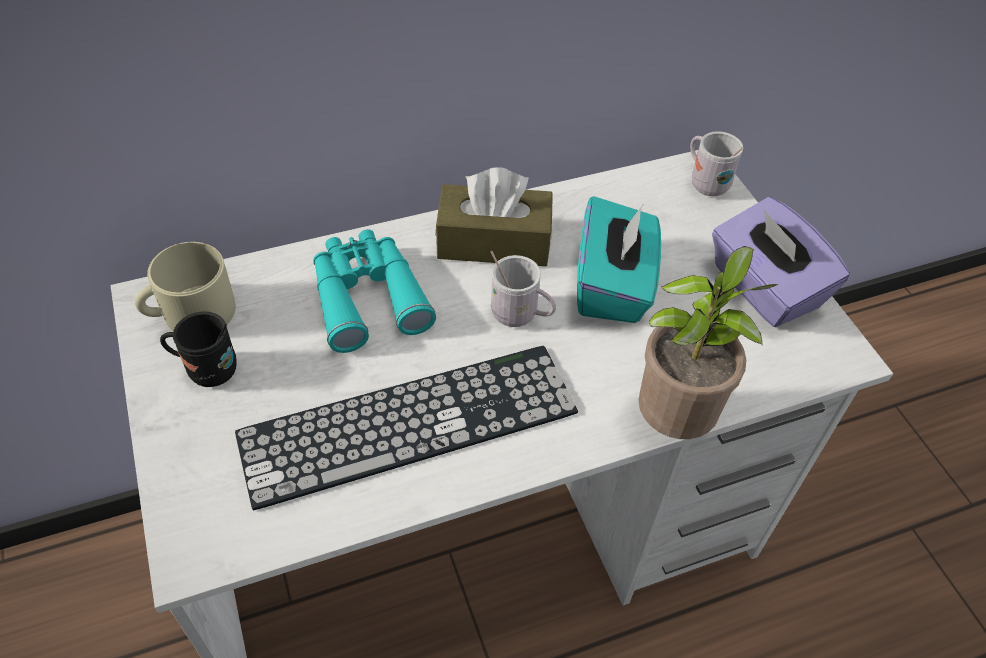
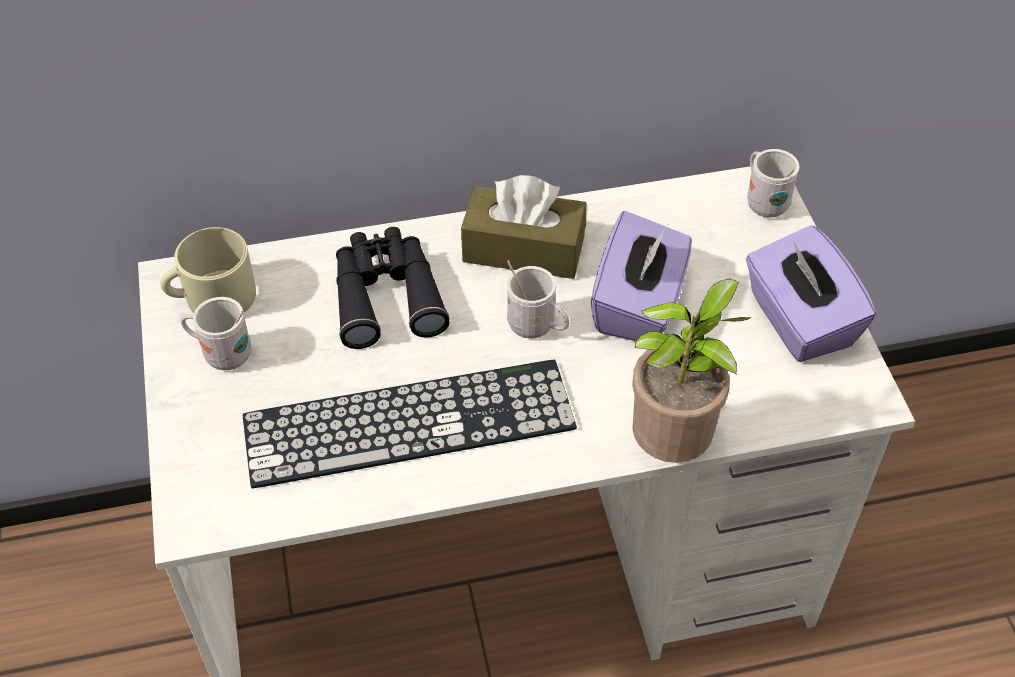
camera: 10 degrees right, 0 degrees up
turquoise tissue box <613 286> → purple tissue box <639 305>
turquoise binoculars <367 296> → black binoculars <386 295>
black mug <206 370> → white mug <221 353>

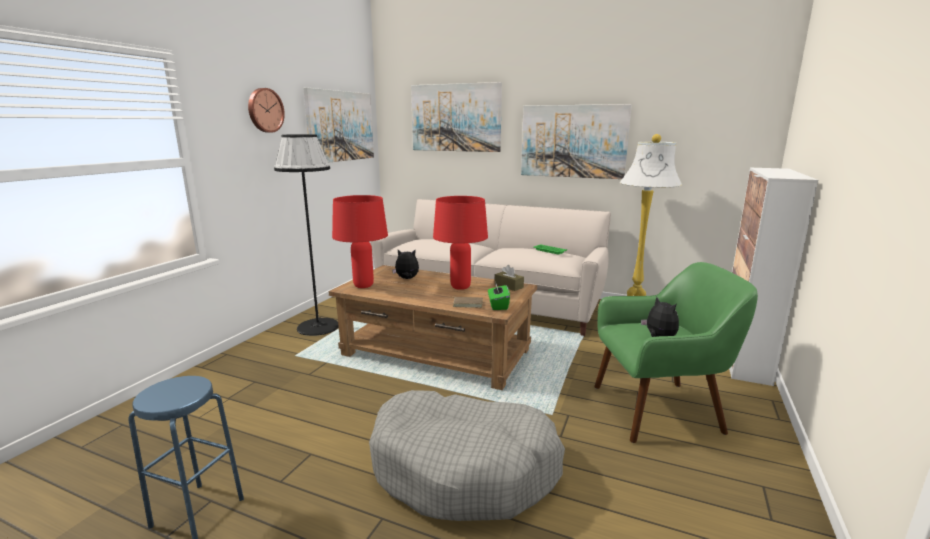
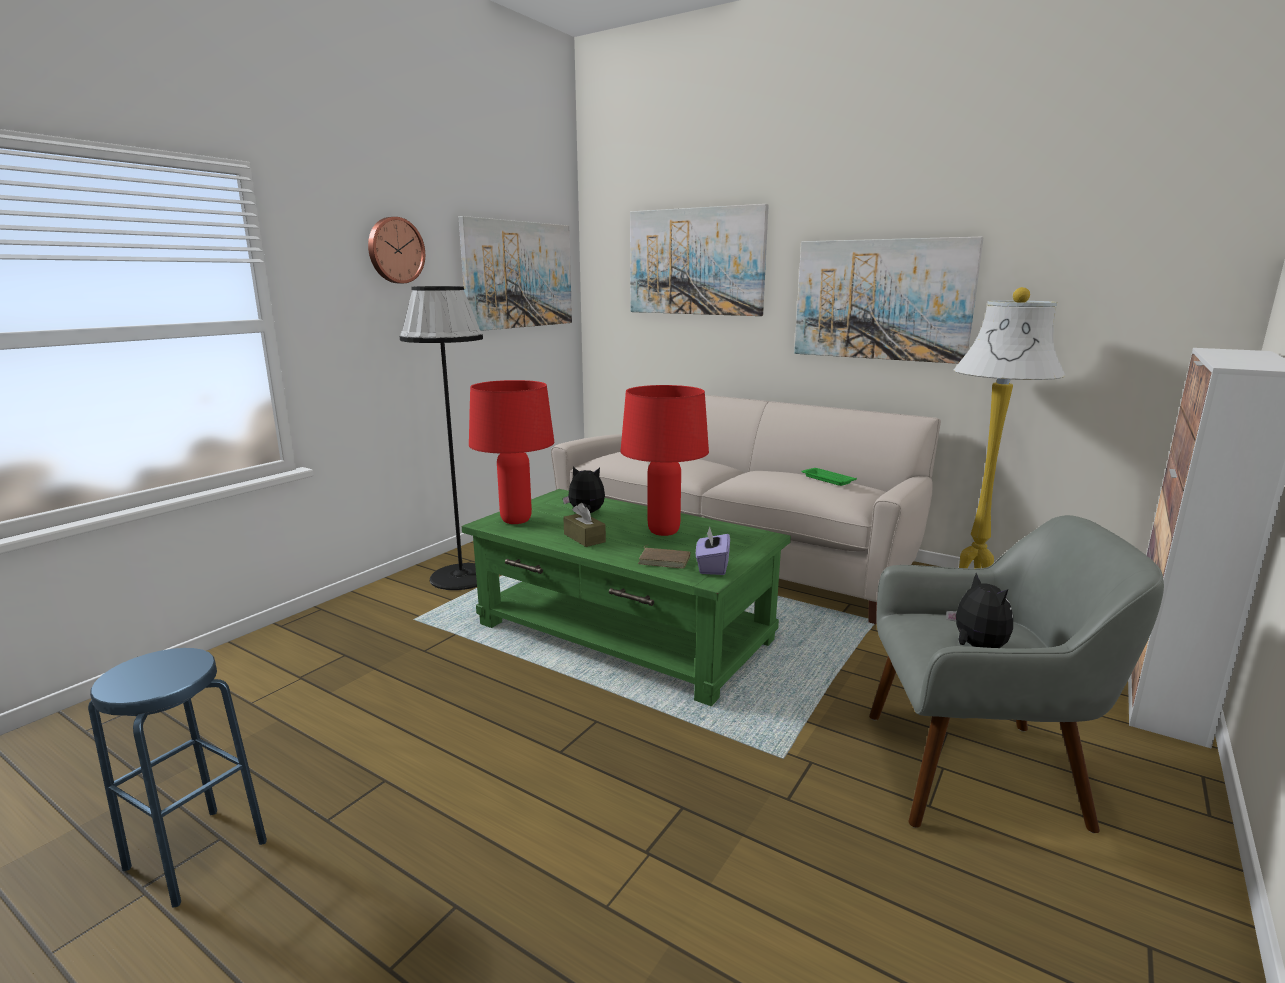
camera: 10 degrees right, 0 degrees up
green armchair <658 410> → grey armchair <976 771>
brown coffee table <436 352> → green coffee table <625 632>
brown tissue box <509 286> → brown tissue box <584 538>, move
green tissue box <498 305> → purple tissue box <712 567>
grey dog bed <464 468> → -

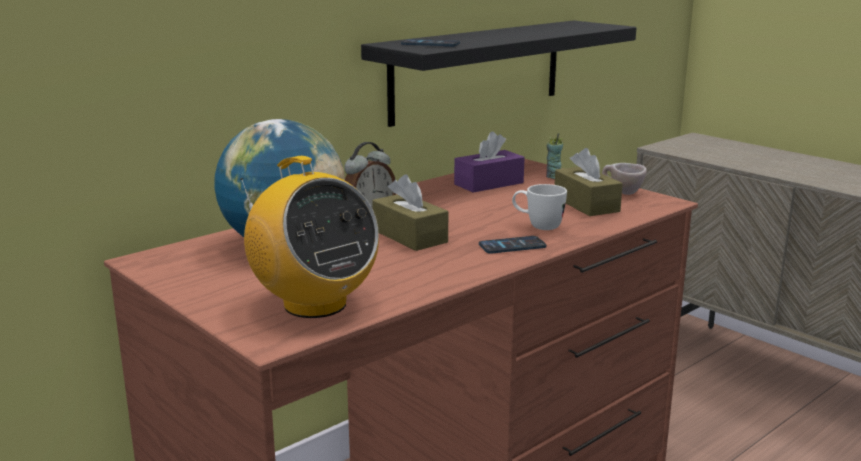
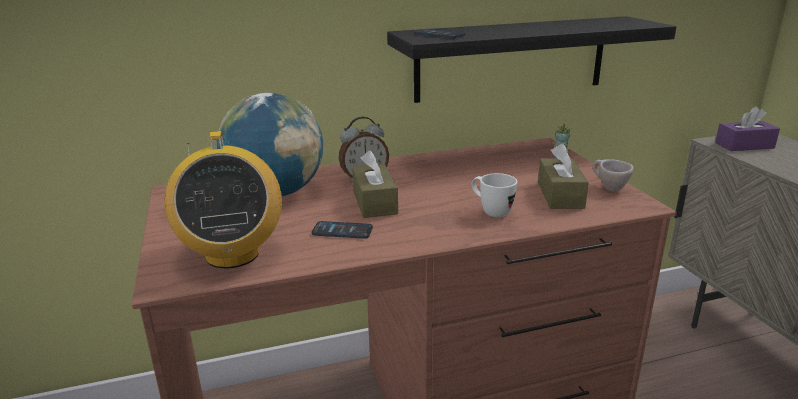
camera: 25 degrees right, 5 degrees up
purple tissue box <489 183> → purple tissue box <744 145>, move
phone <512 246> → phone <342 231>, move

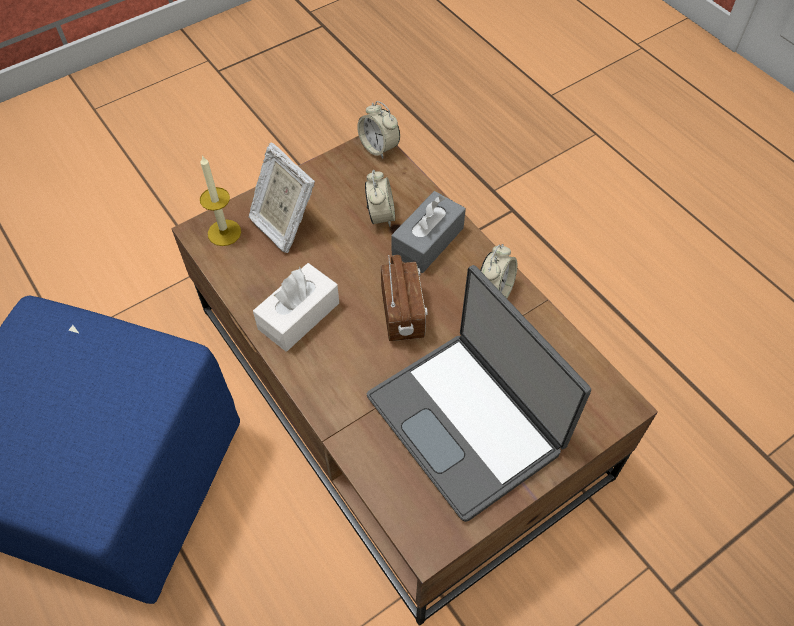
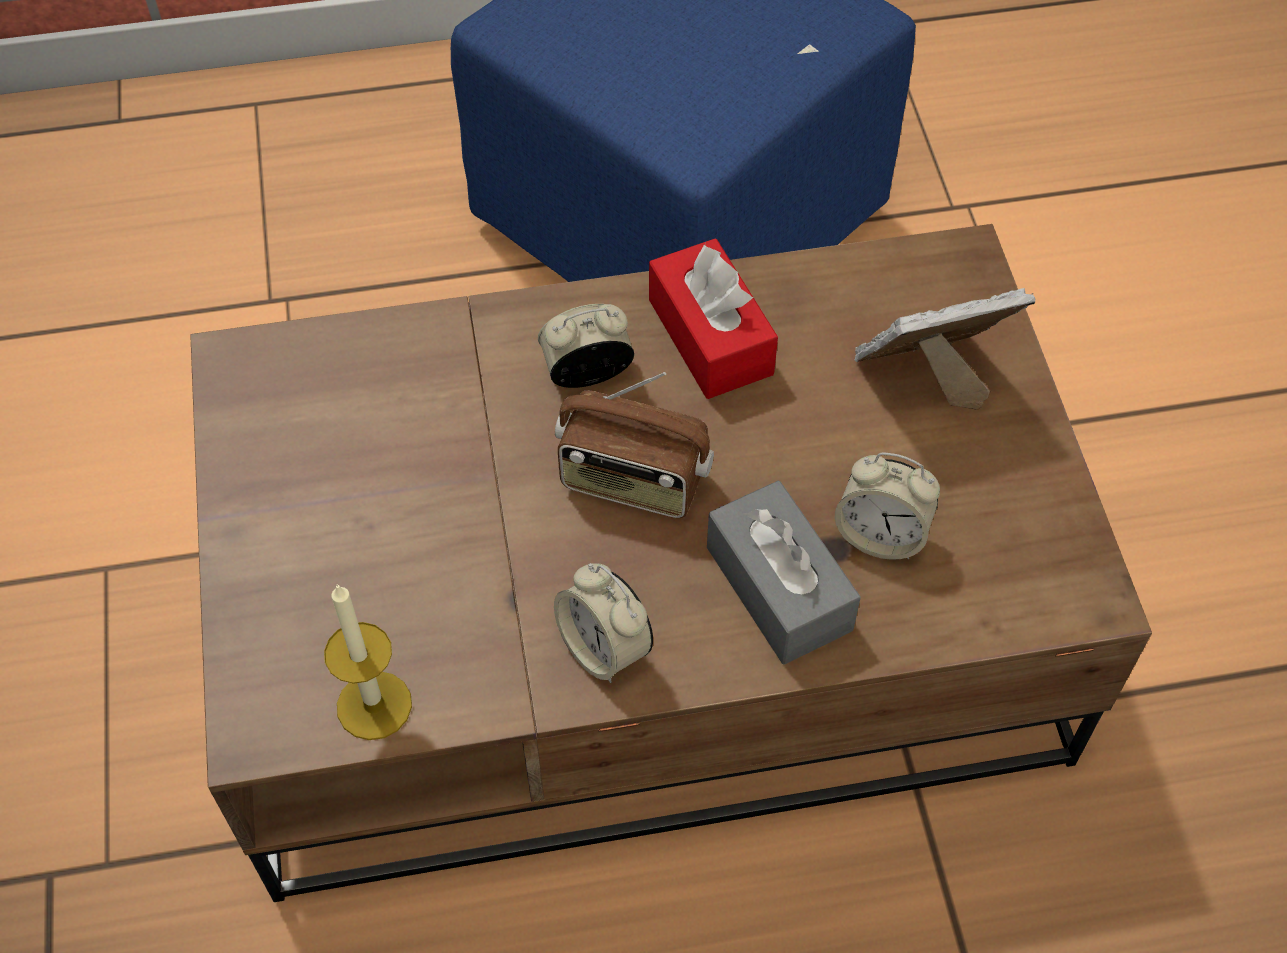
camera: 115 degrees right, 0 degrees up
alarm clock <379 147> → alarm clock <587 374>, move
candle <224 232> → candle <374 705>, move
white tissue box <299 316> → red tissue box <710 337>
laptop <467 422> → -

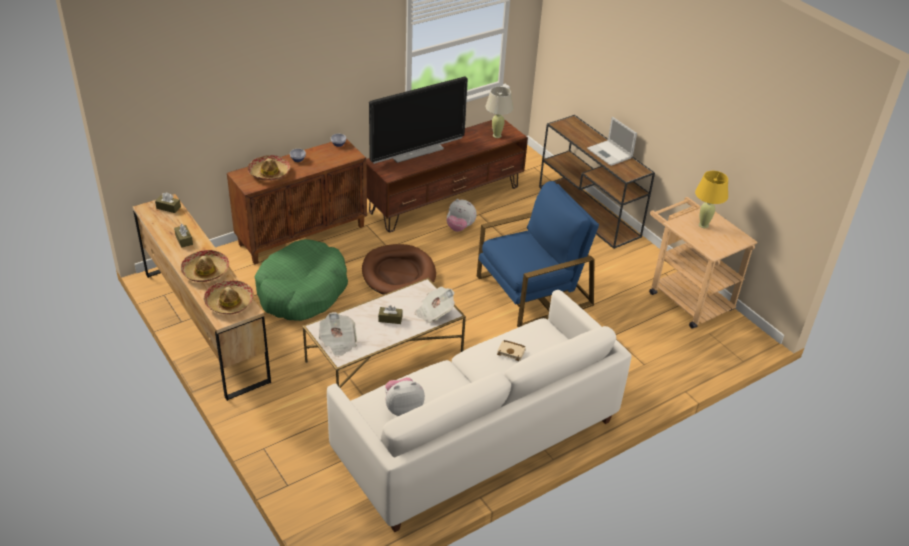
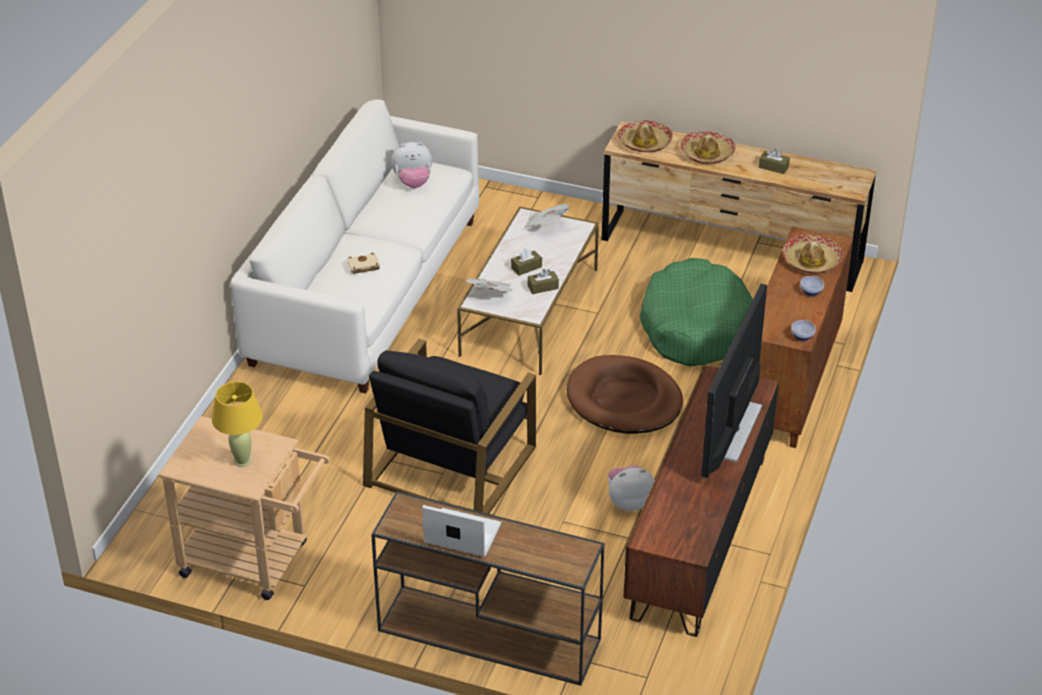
camera: 145 degrees right, 0 degrees up
beige table lamp <497 135> → -
blue armchair <533 291> → black armchair <450 464>
brown tissue box <168 207> → brown tissue box <543 287>, move
plush toy <403 408> → plush toy <413 183>, 45 degrees clockwise

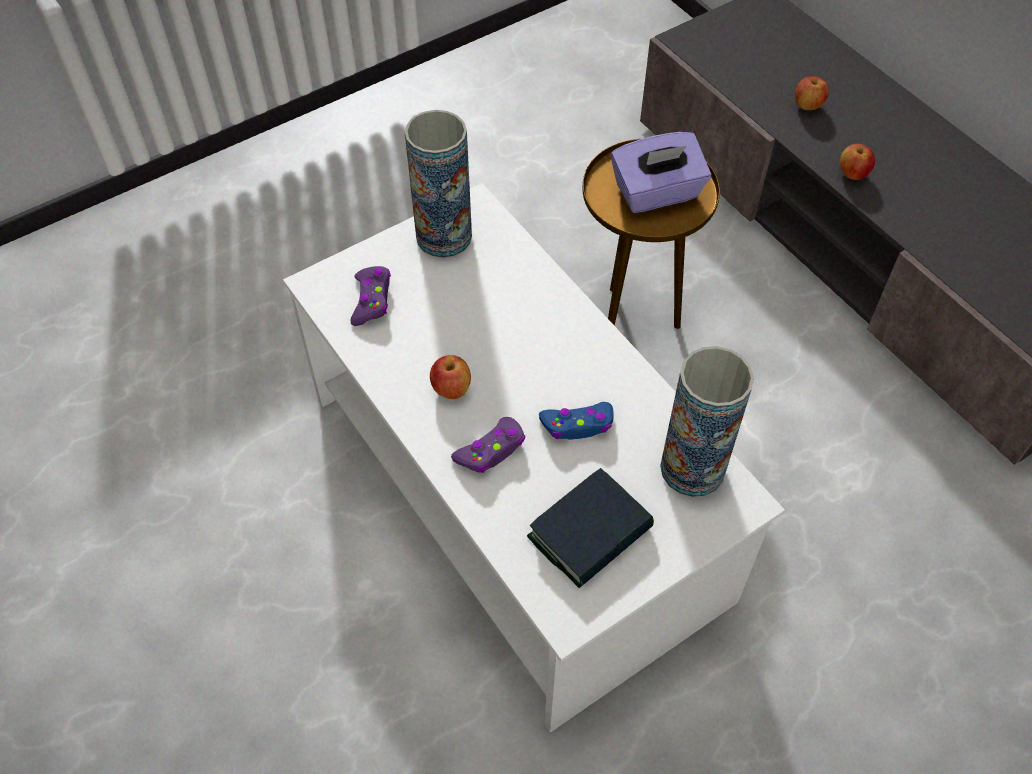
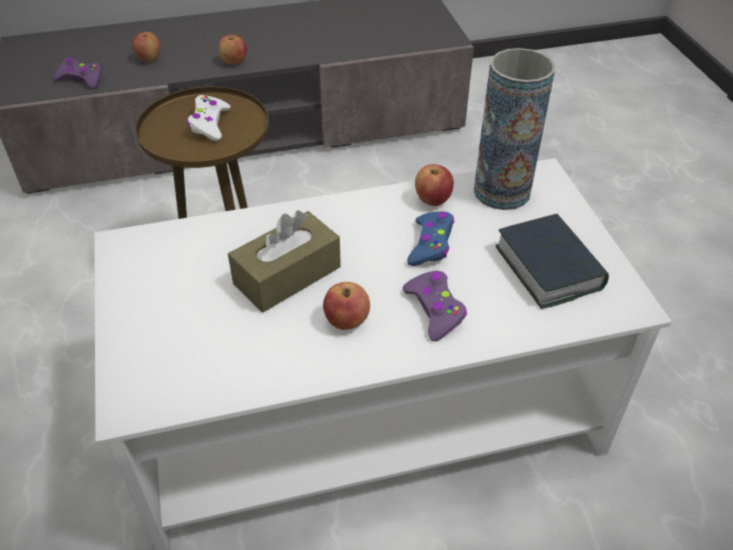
camera: 70 degrees left, 10 degrees down
vase <444 236> → -
purple tissue box <657 193> → white game controller <209 124>
purple game controller <372 300> → purple game controller <81 79>, move
- → apple <433 200>
- → brown tissue box <287 275>

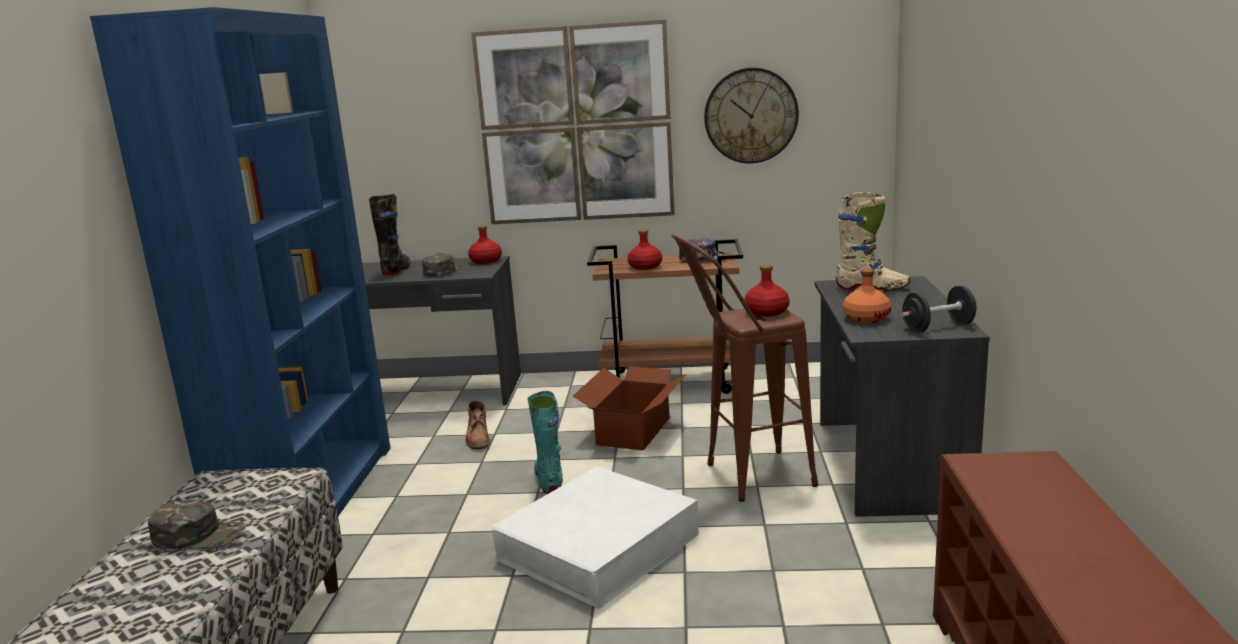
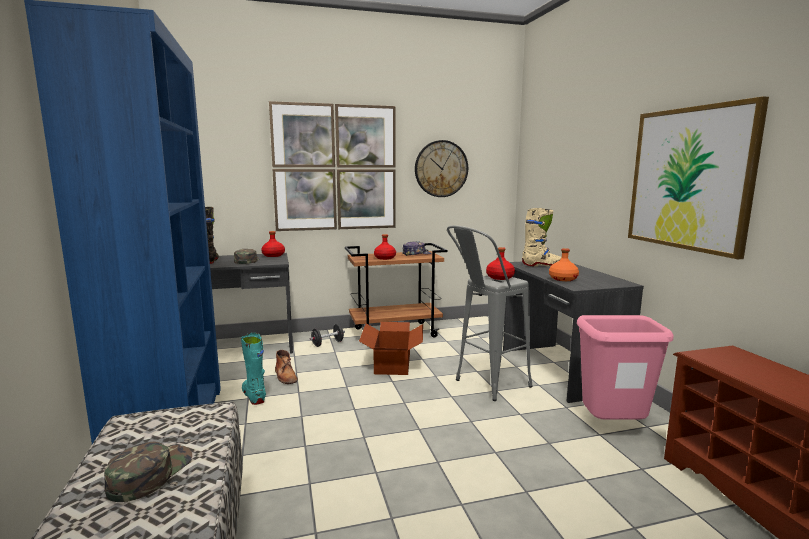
camera: 20 degrees left, 5 degrees down
brown stool <744 478> → grey stool <484 386>
black dumbbell <938 327> → black dumbbell <327 343>, move
turquoise boot <549 481> → turquoise boot <254 396>, move
white storage box <599 547> → -
green cap <199 535> → green cap <150 474>, 60 degrees counterclockwise
- → picture <689 178>
- → pink trash can <613 428>

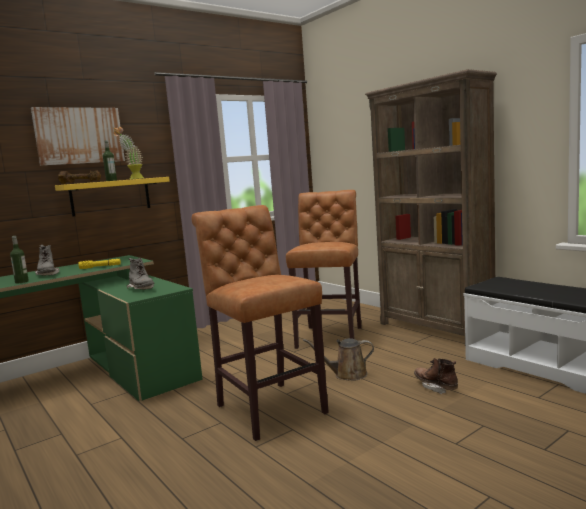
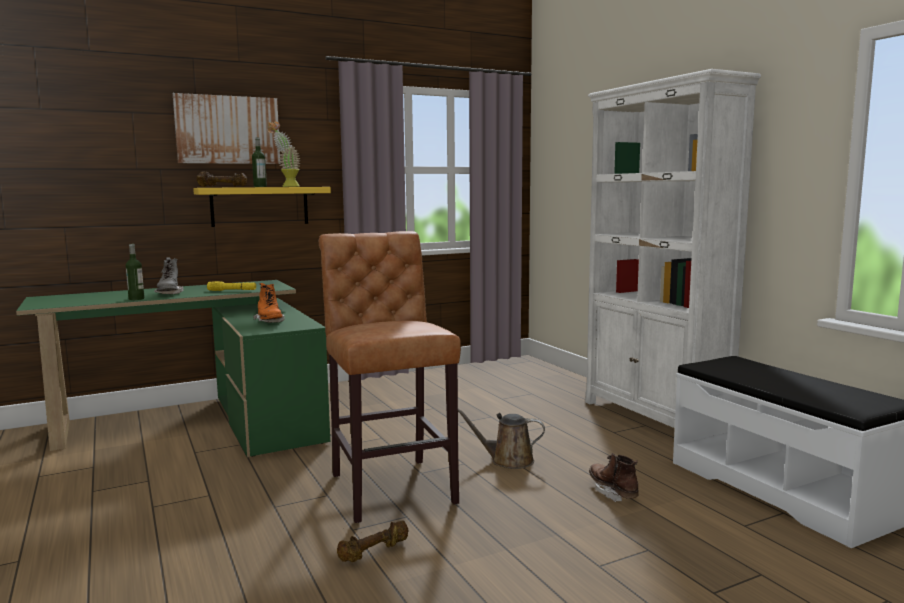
camera: 10 degrees right, 0 degrees up
brown bookcase <435 329> → white bookcase <654 418>
brown stool <331 336> → -
grey boot <142 289> → orange boot <270 322>
- → brown dumbbell <374 552>

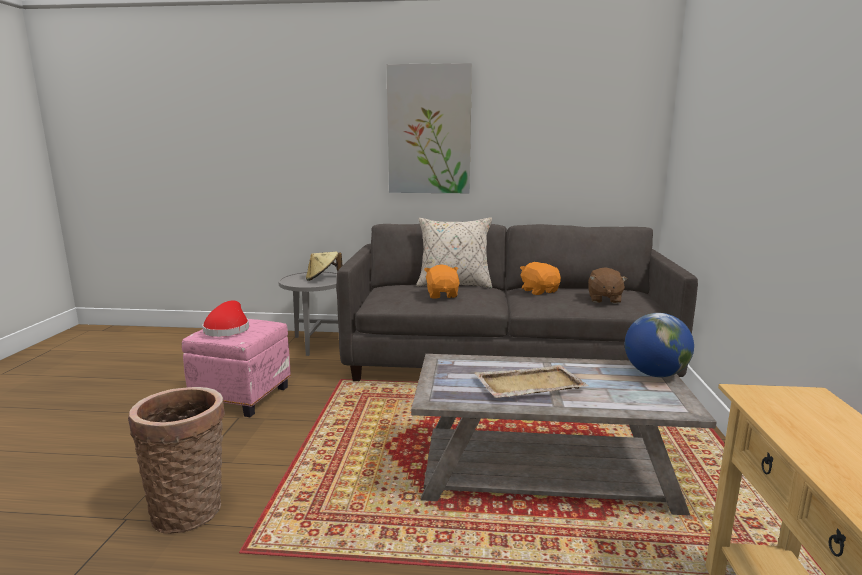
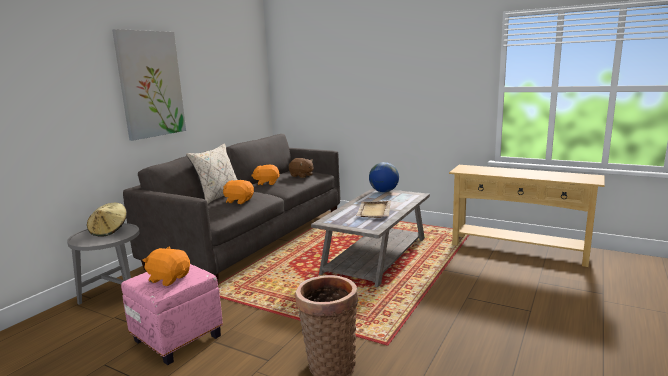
camera: 65 degrees left, 0 degrees up
red hat <228 329> → orange plush toy <169 278>

